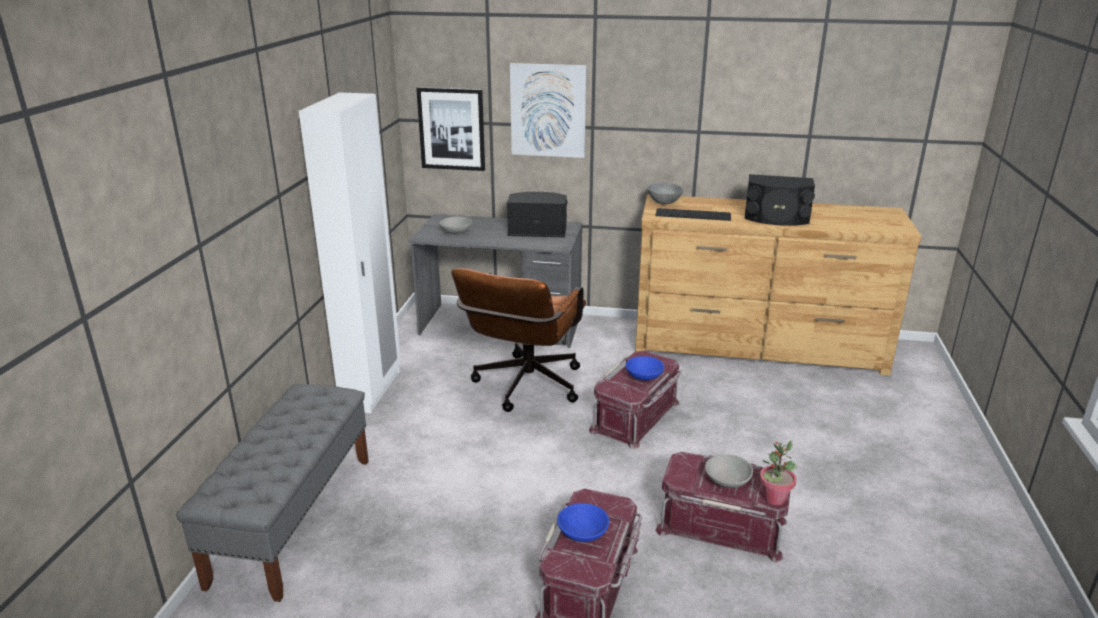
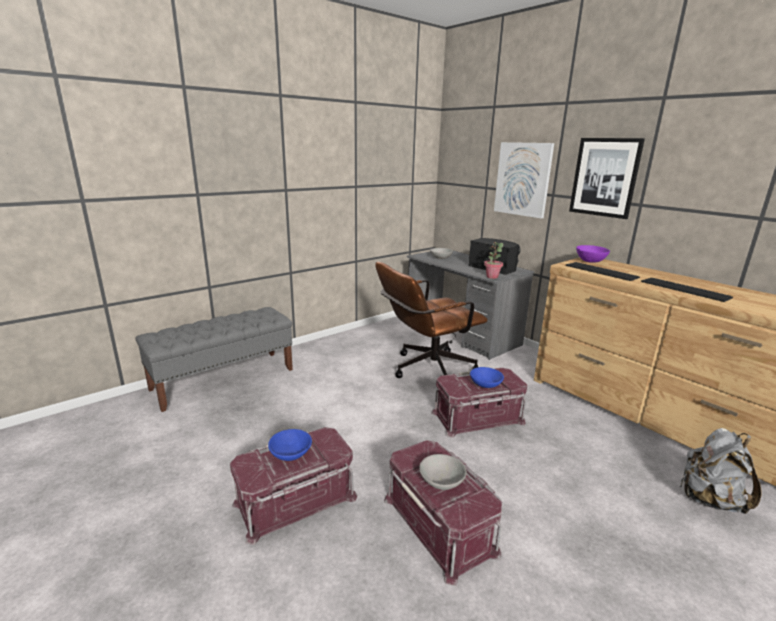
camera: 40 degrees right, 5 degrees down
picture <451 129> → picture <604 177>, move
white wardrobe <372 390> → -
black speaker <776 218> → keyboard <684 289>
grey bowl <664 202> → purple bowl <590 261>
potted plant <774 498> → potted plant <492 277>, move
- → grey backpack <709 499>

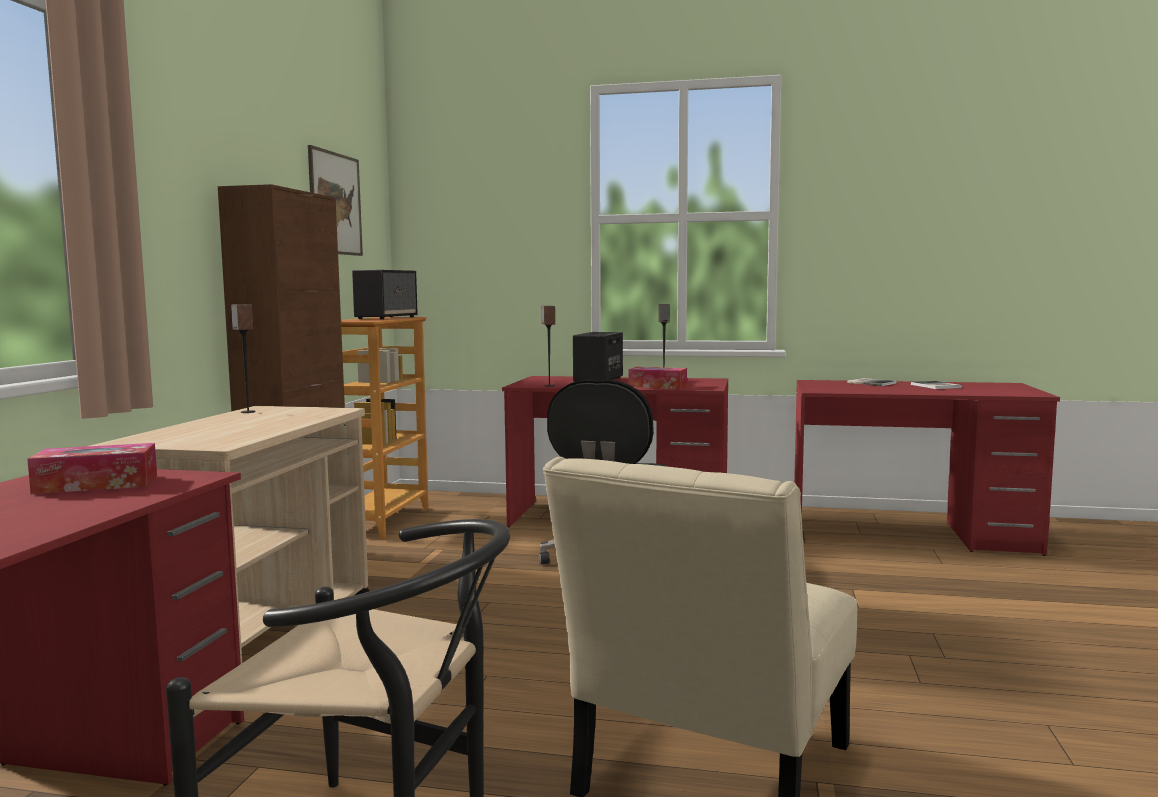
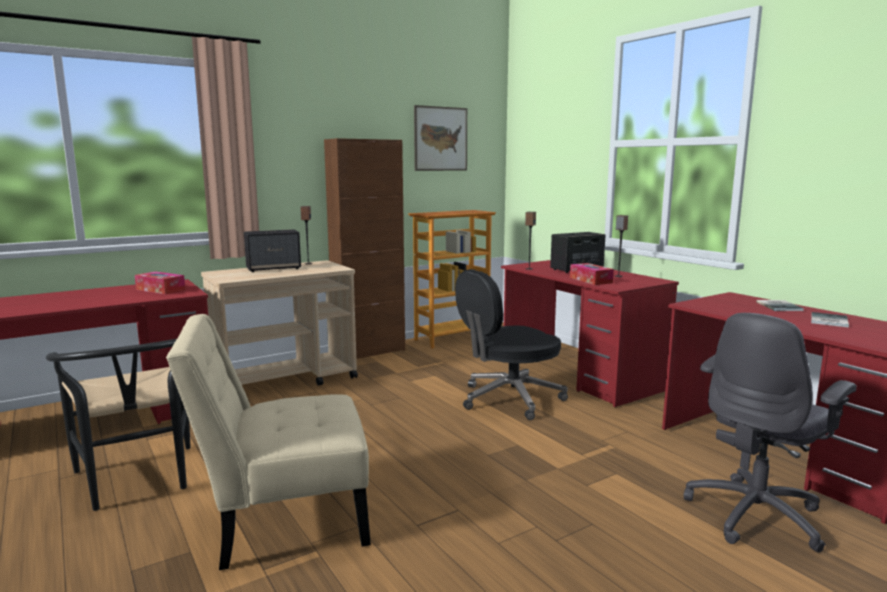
camera: 45 degrees right, 5 degrees up
speaker <387 318> → speaker <274 268>, move
- → grey office chair <756 515>

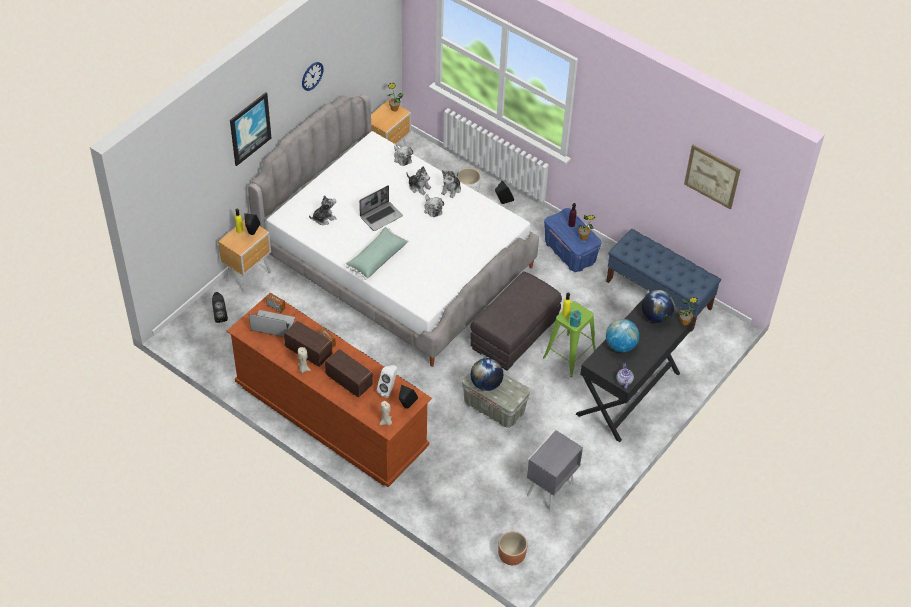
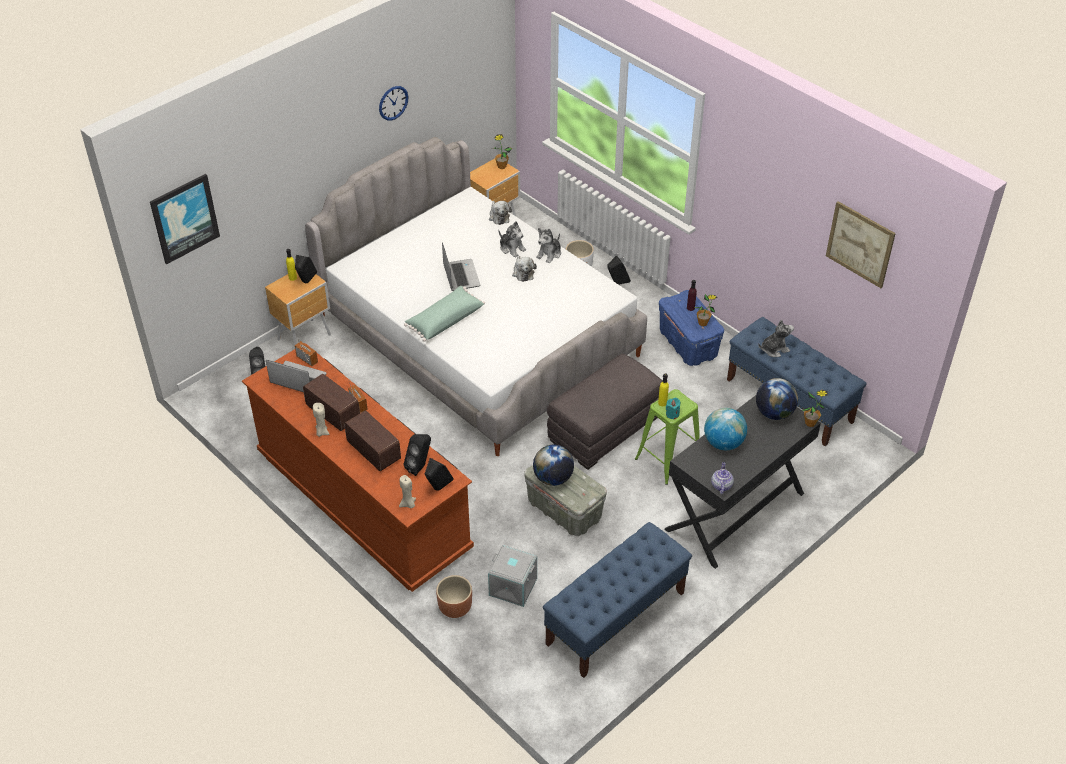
camera: 10 degrees right, 5 degrees down
picture <249 128> → picture <184 218>, move
laptop <381 216> → laptop <460 275>, 75 degrees counterclockwise
plush toy <323 218> → plush toy <774 349>, move
white speaker <388 390> → black speaker <420 467>
grey nightstand <549 491> → blue bench <615 618>
brown planter <511 556> → brown planter <455 607>, move
- → grey storage box <512 587>

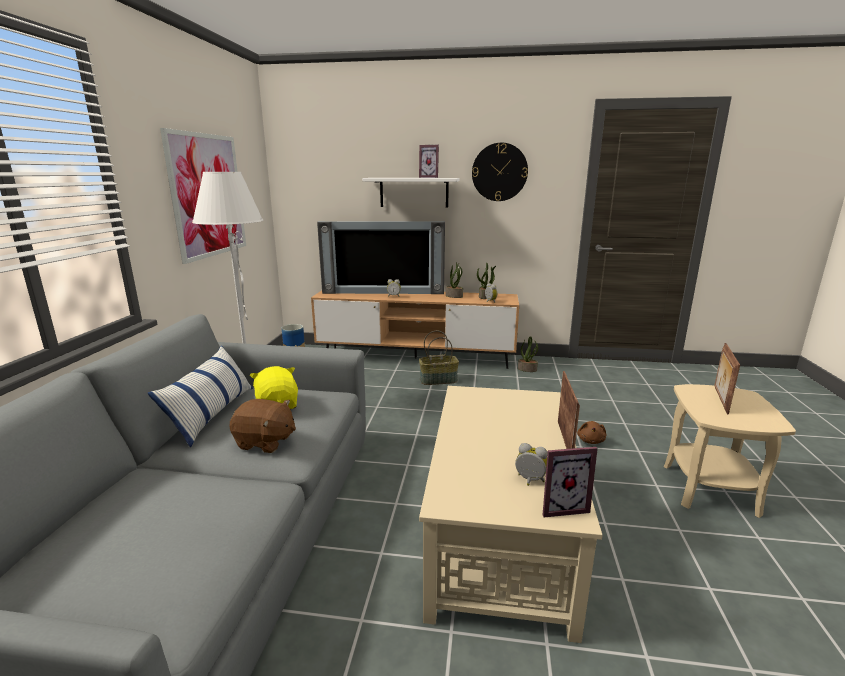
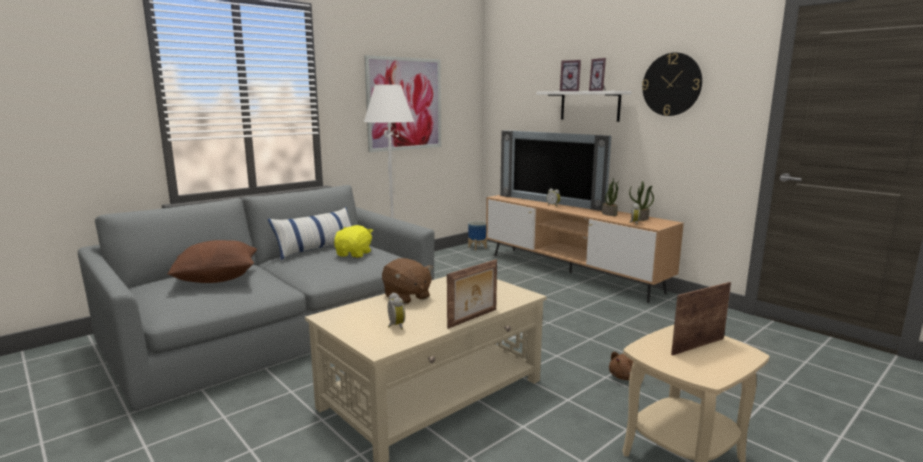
camera: 40 degrees right, 5 degrees down
basket <438 380> → -
potted plant <527 369> → -
brown plush toy <265 442> → brown plush toy <406 297>, move
picture frame <561 506> → picture frame <571 91>, move
- → brown pillow <217 279>

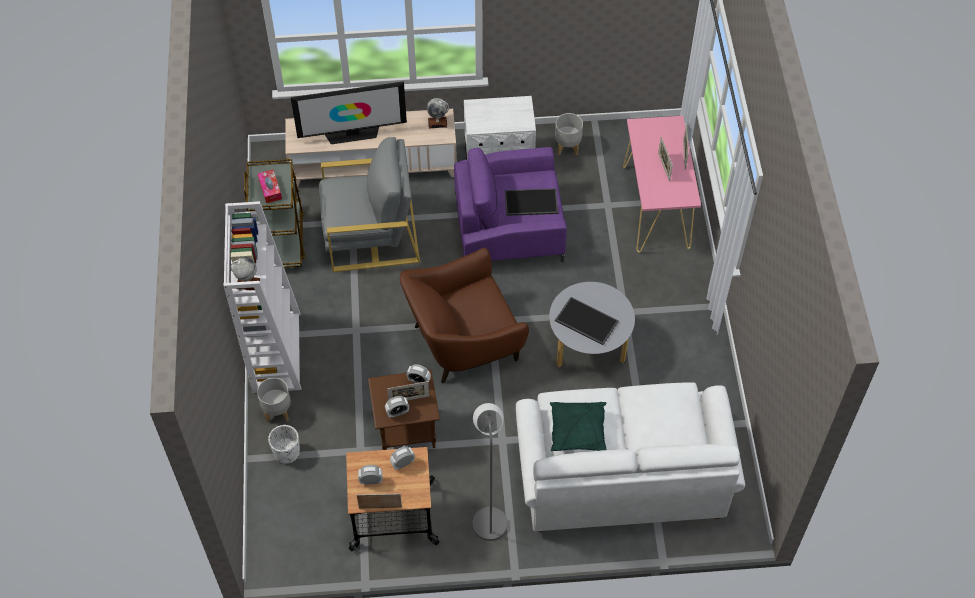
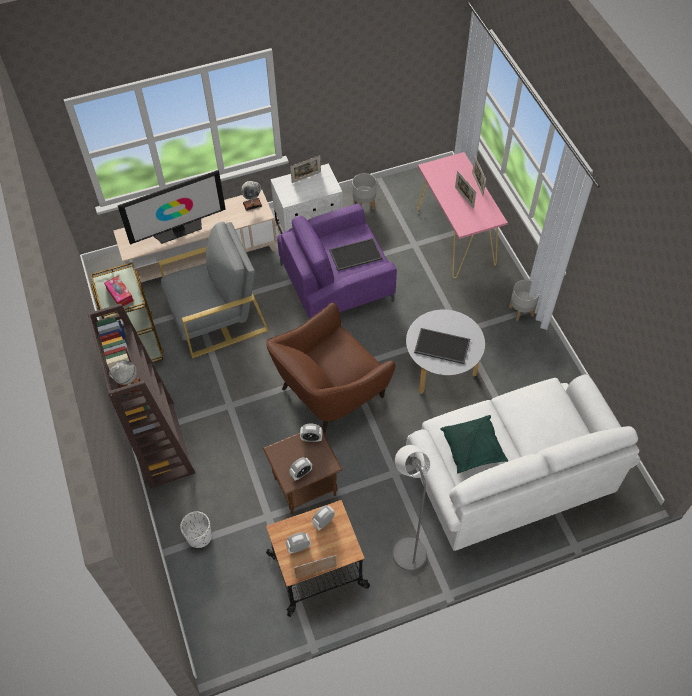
camera: 15 degrees left, 0 degrees up
white bookcase <275 351> → brown bookcase <161 443>
grey planter <278 411> → grey planter <521 311>, move
picture frame <409 399> → picture frame <306 177>, move

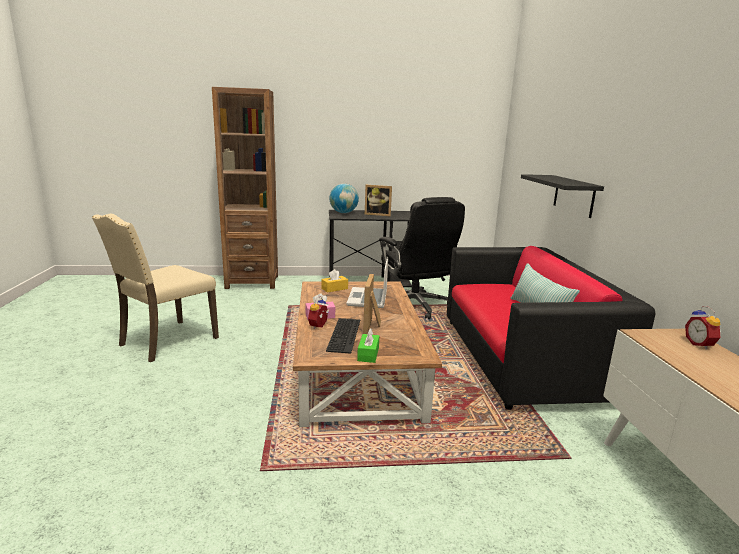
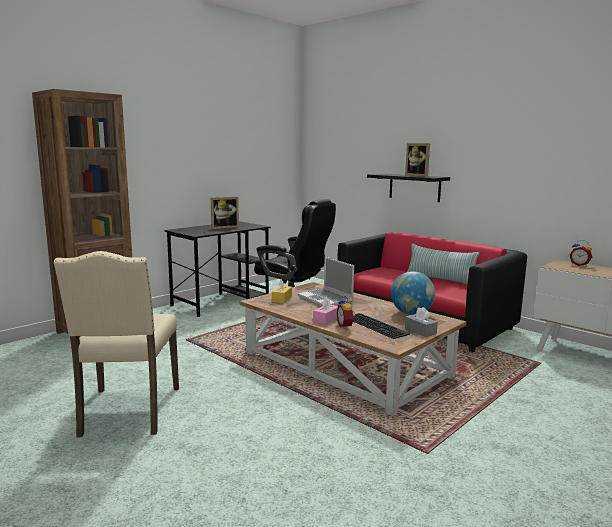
camera: 40 degrees left, 5 degrees down
globe <343 213> → globe <411 314>, move
picture frame <372 325> → picture frame <418 175>, move
green tissue box <368 354> → grey tissue box <420 331>

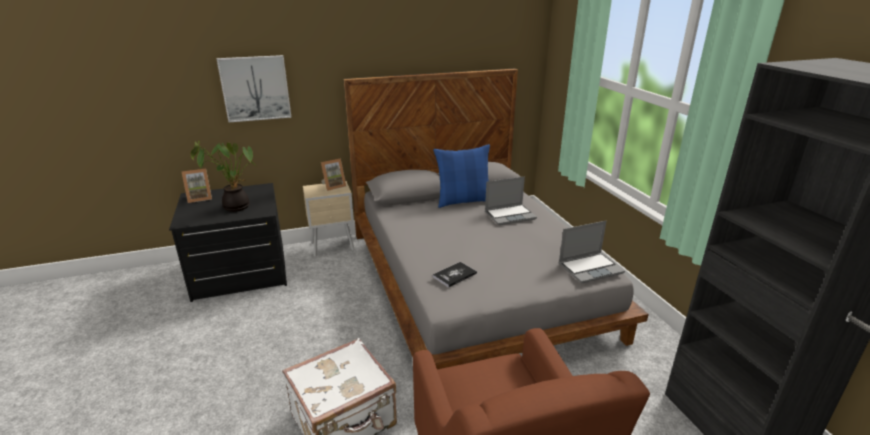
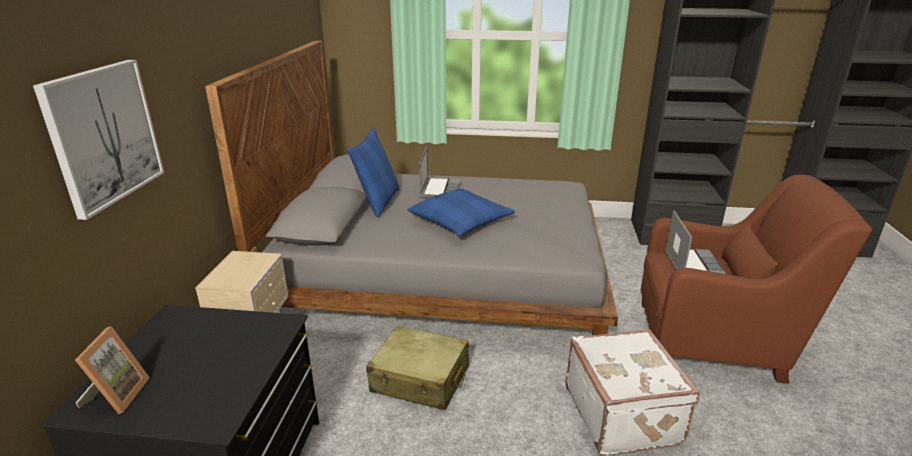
camera: 65 degrees left, 0 degrees up
potted plant <236 206> → -
picture frame <333 186> → -
laptop <590 268> → laptop <693 266>, move
book <454 275> → -
- → blue pillow <461 221>
- → beige suitcase <420 379>

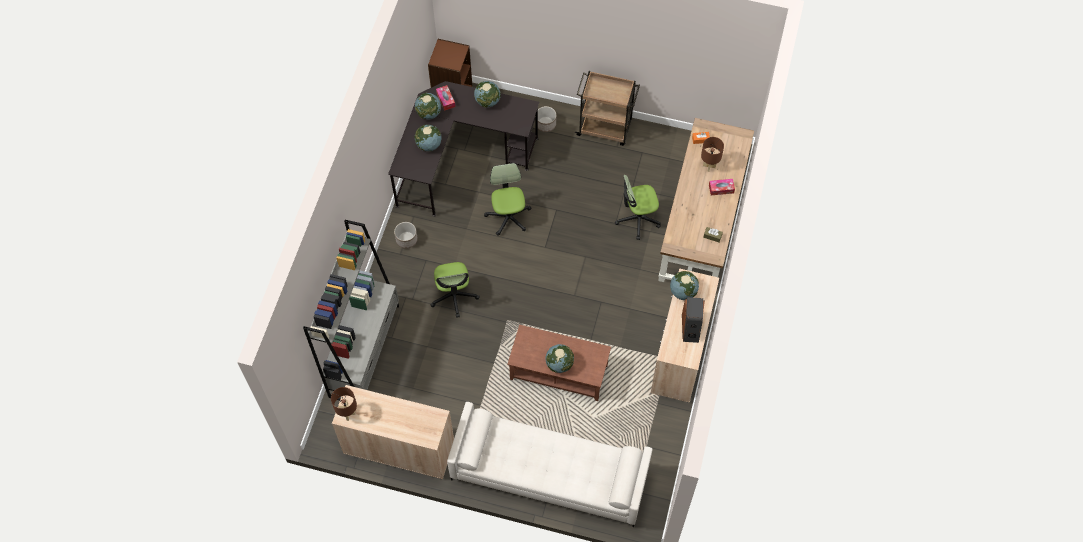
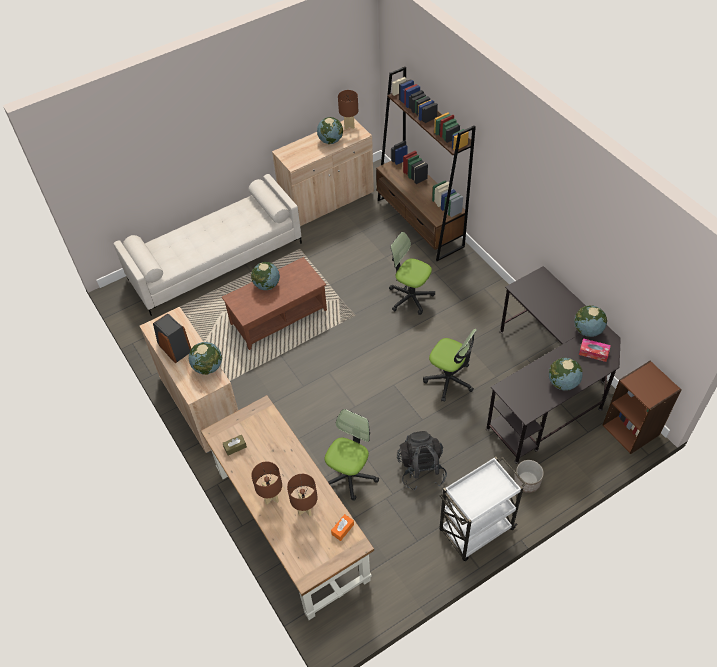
camera: 135 degrees right, 10 degrees down
brown cart <605 128> → white cart <475 530>
globe <429 145> → globe <330 141>, move
tissue box <721 189> → brown table lamp <271 498>
grey bookcase <364 350> → brown bookcase <420 223>
planter <406 239> → -
- → black backpack <421 469>

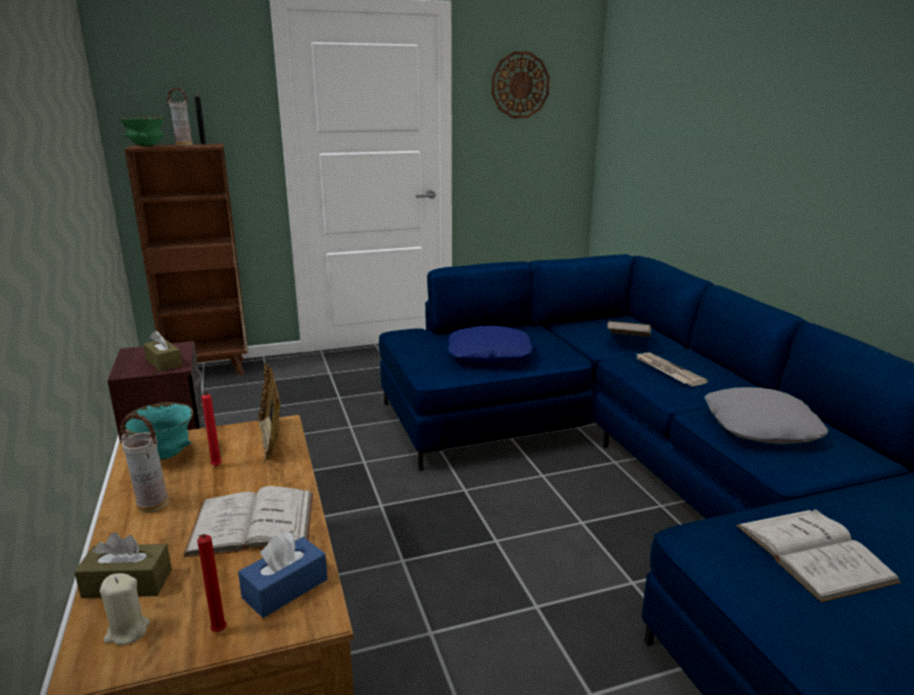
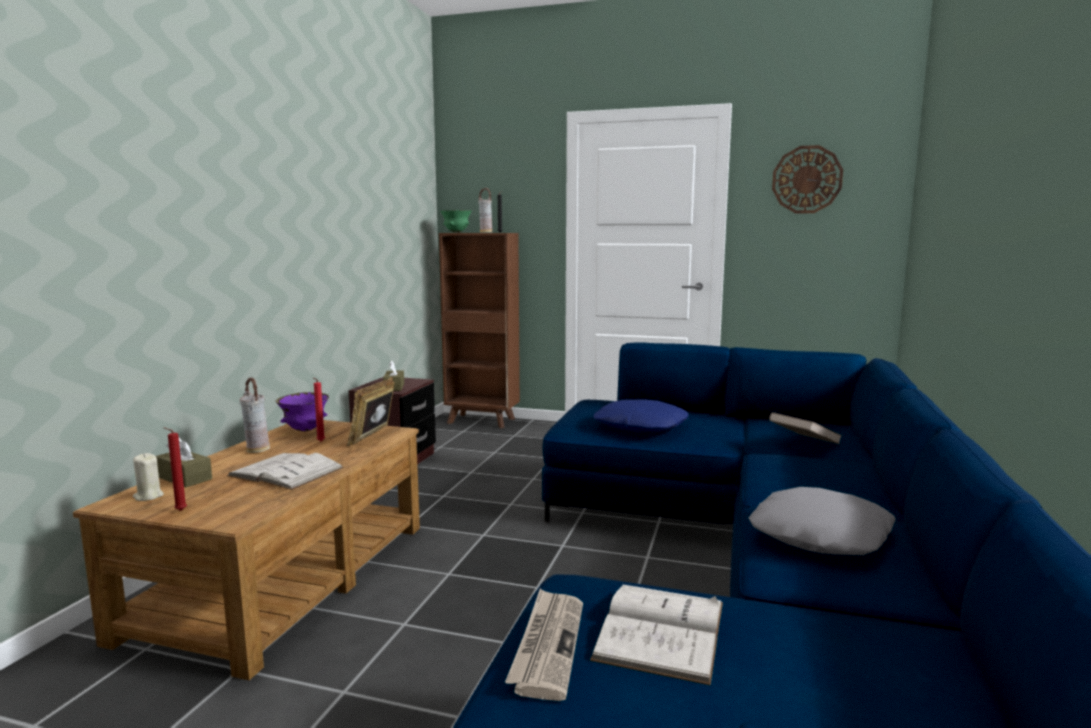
camera: 35 degrees right, 10 degrees down
newspaper <667 371> → newspaper <547 645>, move
turquoise bowl <164 456> → purple bowl <305 430>
blue tissue box <285 588> → -

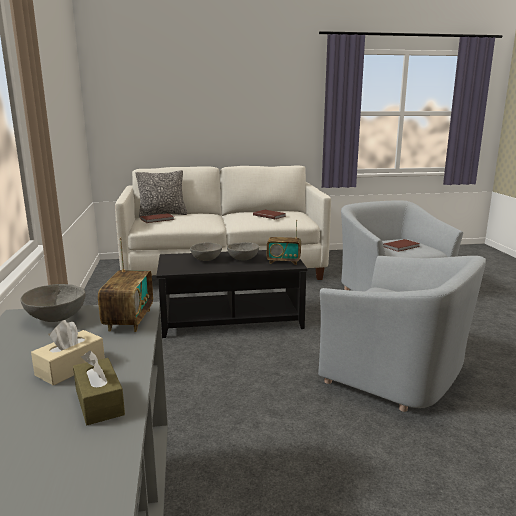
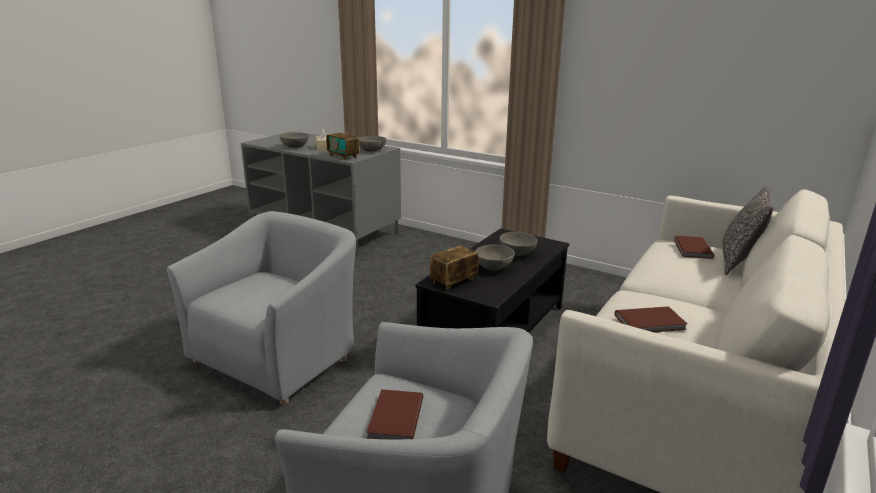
camera: 130 degrees right, 5 degrees up
grey armchair <397 373> → grey armchair <278 355>, 135 degrees clockwise
brown tissue box <99 402> → grey bowl <294 147>

